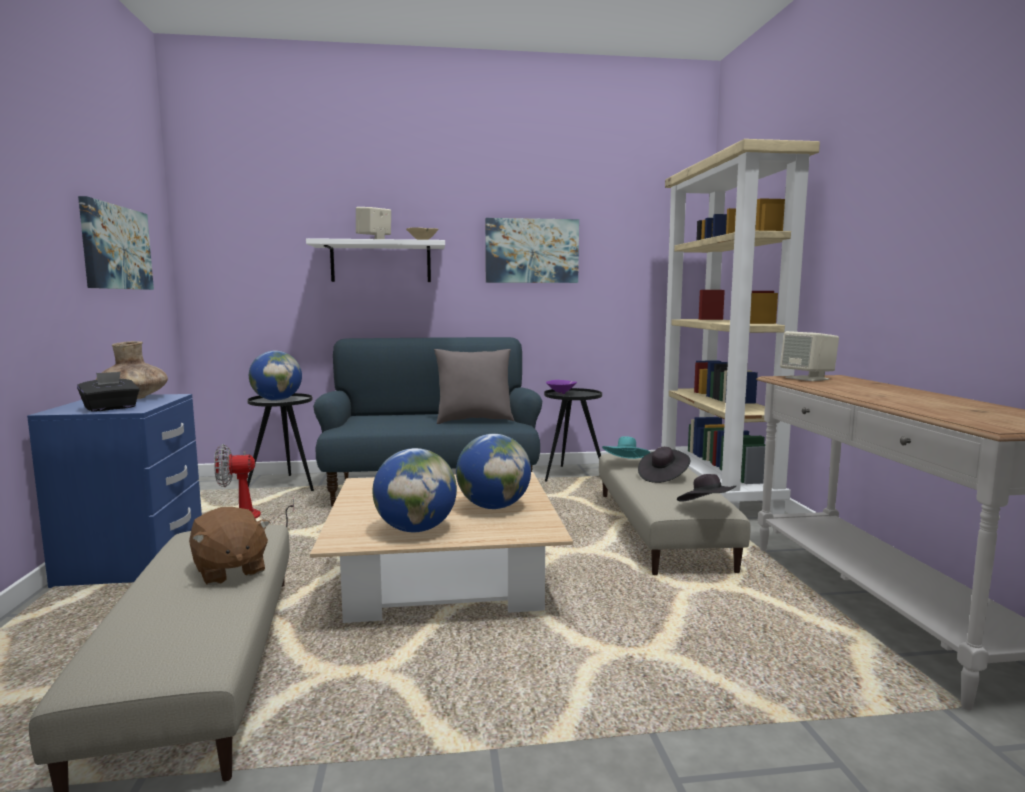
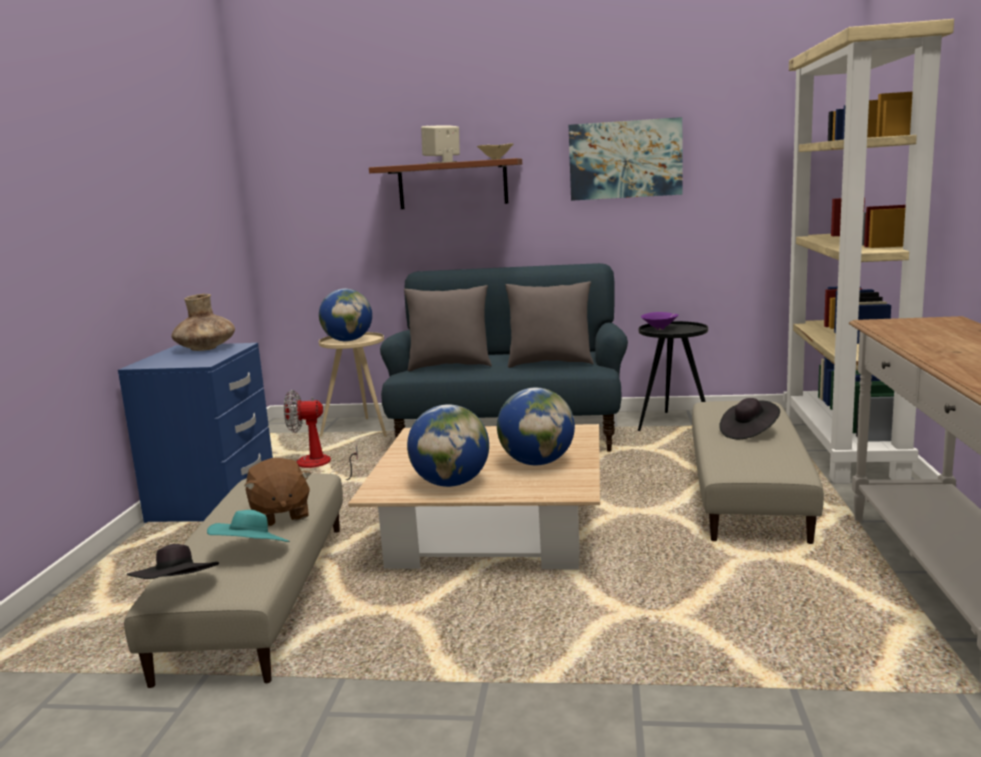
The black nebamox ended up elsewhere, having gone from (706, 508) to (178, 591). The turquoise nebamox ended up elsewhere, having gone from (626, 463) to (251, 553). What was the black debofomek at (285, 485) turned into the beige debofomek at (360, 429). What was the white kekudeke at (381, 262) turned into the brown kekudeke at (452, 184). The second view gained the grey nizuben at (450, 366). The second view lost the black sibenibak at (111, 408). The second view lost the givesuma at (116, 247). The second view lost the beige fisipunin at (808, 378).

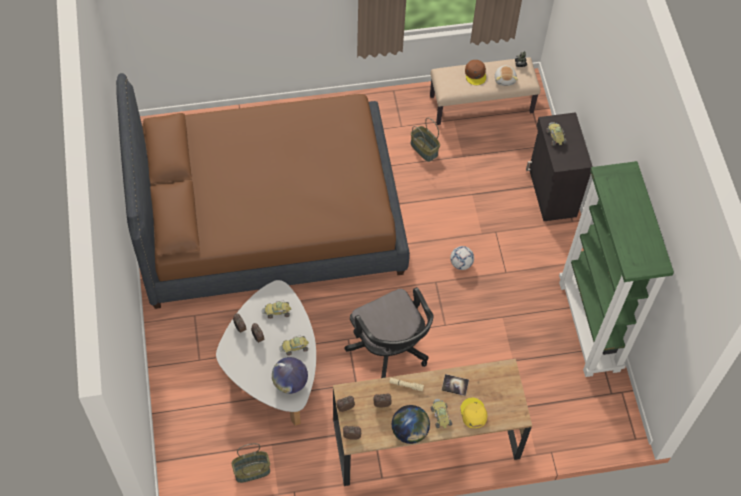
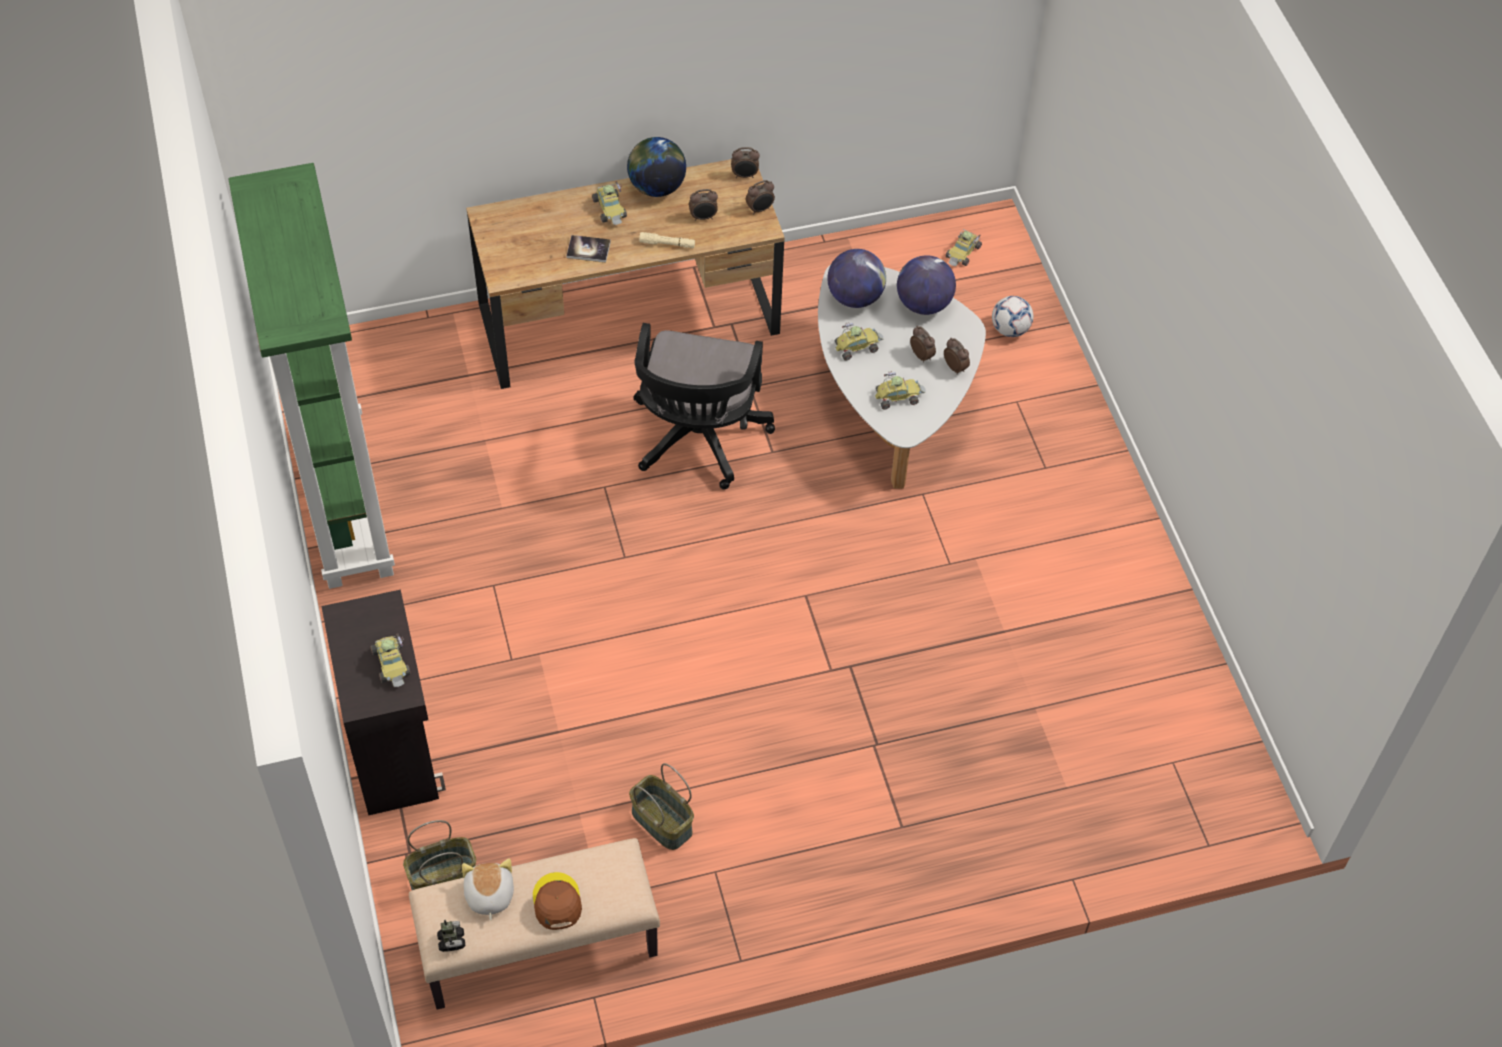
The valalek ended up elsewhere, having gone from (251, 471) to (443, 877). The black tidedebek at (390, 350) ended up facing another way, 135 degrees counterclockwise from before. The second view gained the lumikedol at (923, 304). The second view gained the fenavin at (963, 253). The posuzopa ended up elsewhere, having gone from (461, 263) to (1010, 329). The second view lost the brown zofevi at (267, 216). The second view lost the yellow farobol at (473, 413).

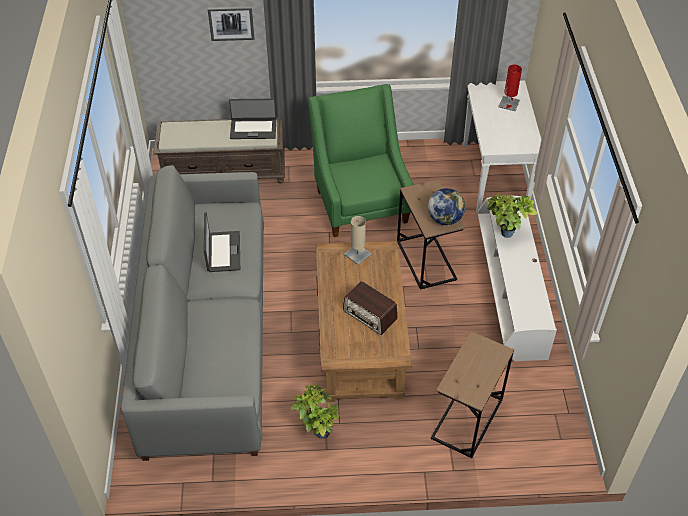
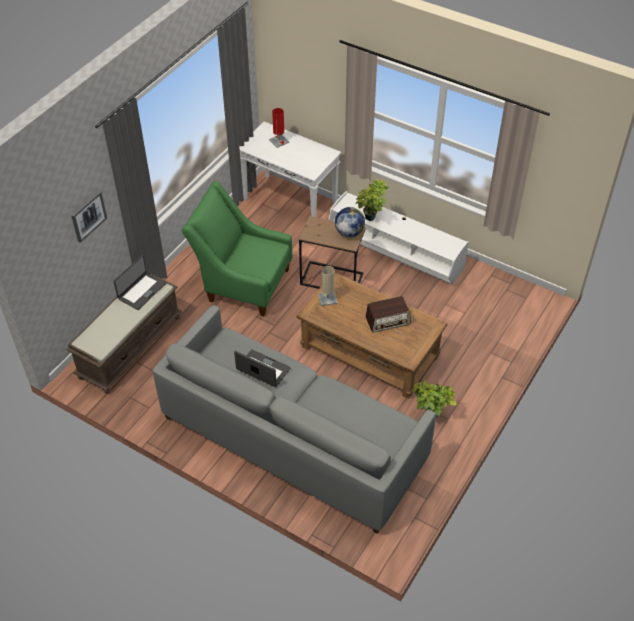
The second view lost the brown debofomek at (467, 419).

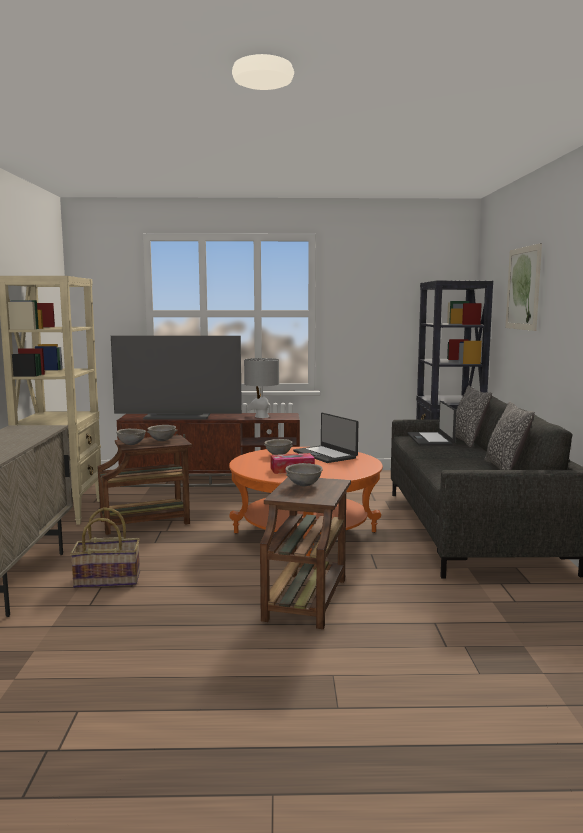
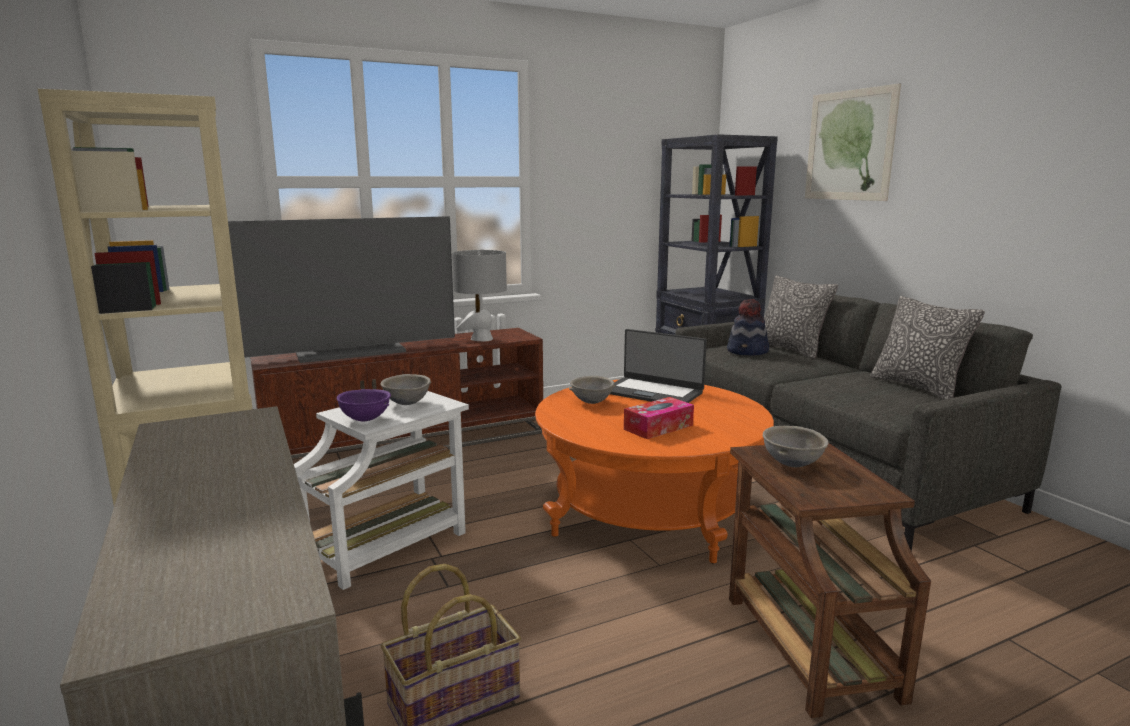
What was the brown debofomek at (147, 522) turned into the white debofomek at (391, 545). What was the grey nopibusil at (131, 444) turned into the purple nopibusil at (365, 419). Where the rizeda stood at (431, 439), the nebamox came to stand at (748, 352).

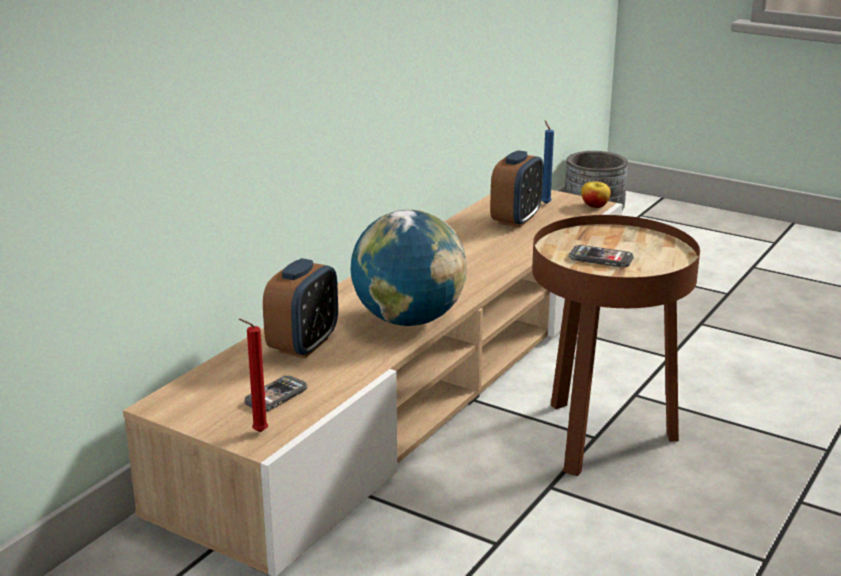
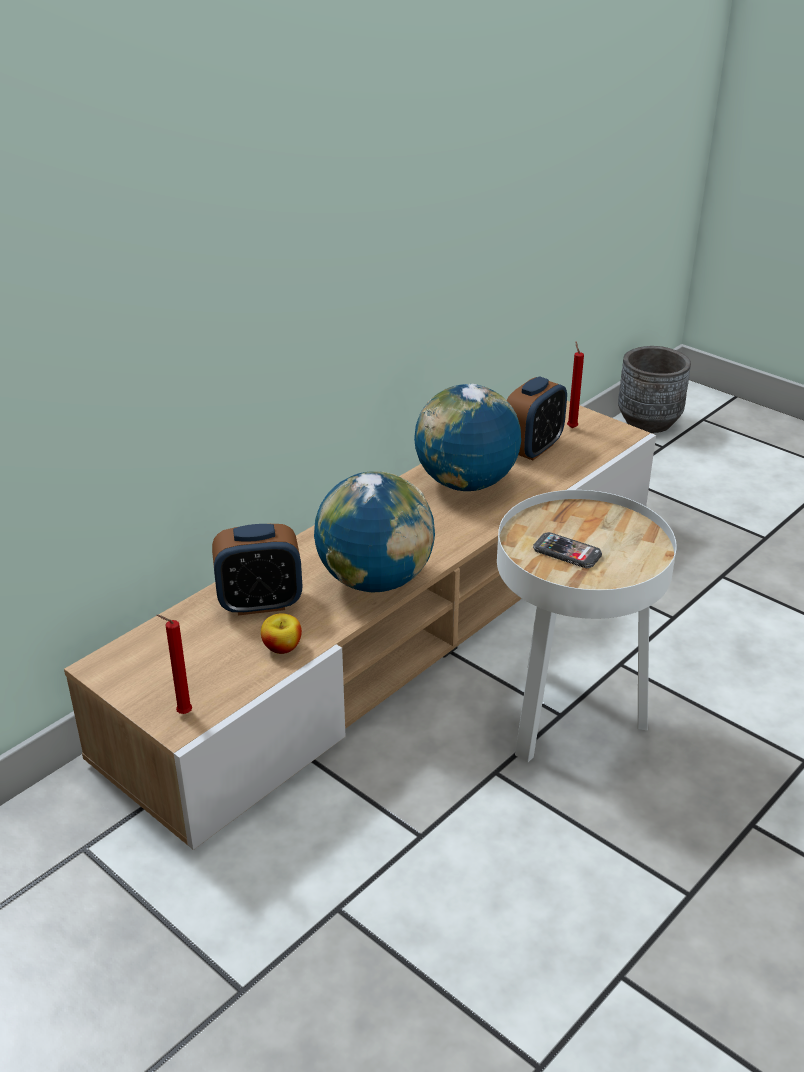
The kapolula at (303, 345) ended up facing another way, 45 degrees clockwise from before. The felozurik ended up elsewhere, having gone from (595, 205) to (282, 647). The second view gained the lumikedol at (466, 483). What was the brown debofomek at (601, 436) turned into the white debofomek at (567, 714). What was the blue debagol at (545, 203) turned into the red debagol at (571, 427). The second view lost the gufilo at (276, 396).

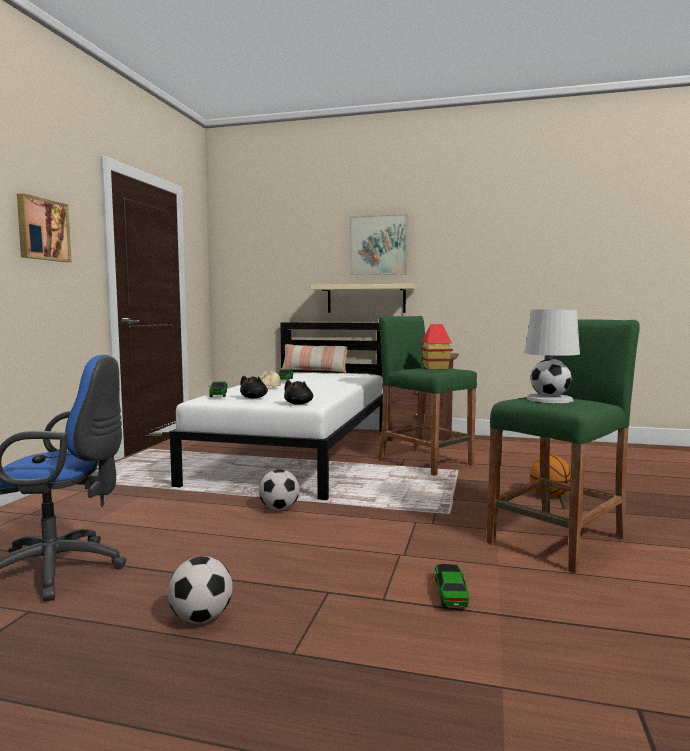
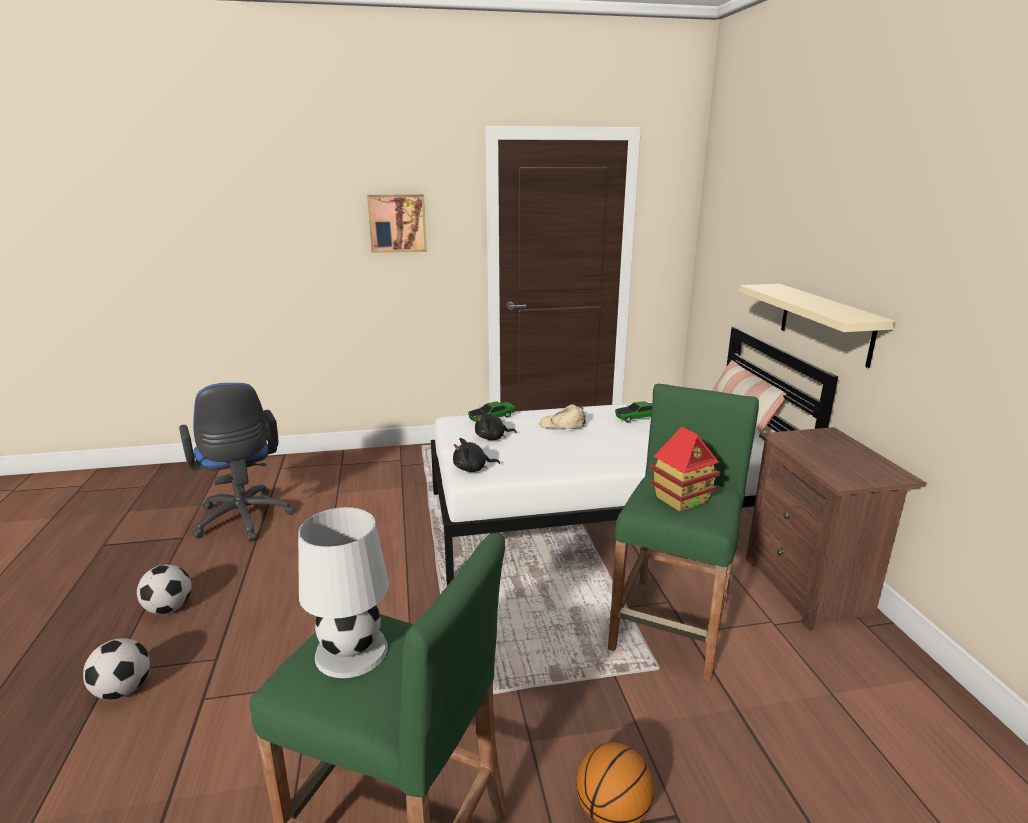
The posuzopa ended up elsewhere, having gone from (279, 509) to (123, 690). The second view lost the givesuma at (378, 245). The second view lost the fenavin at (451, 594).

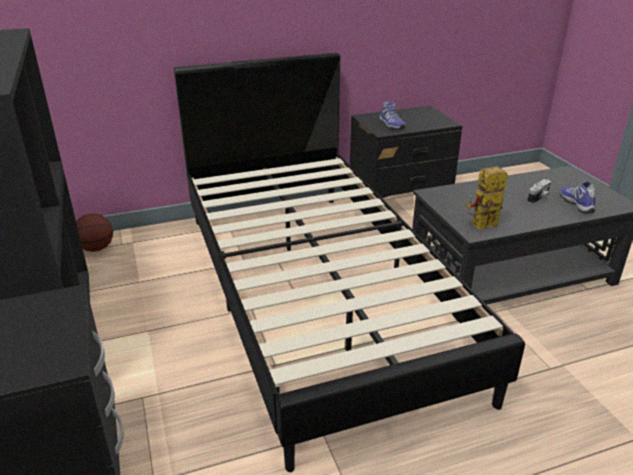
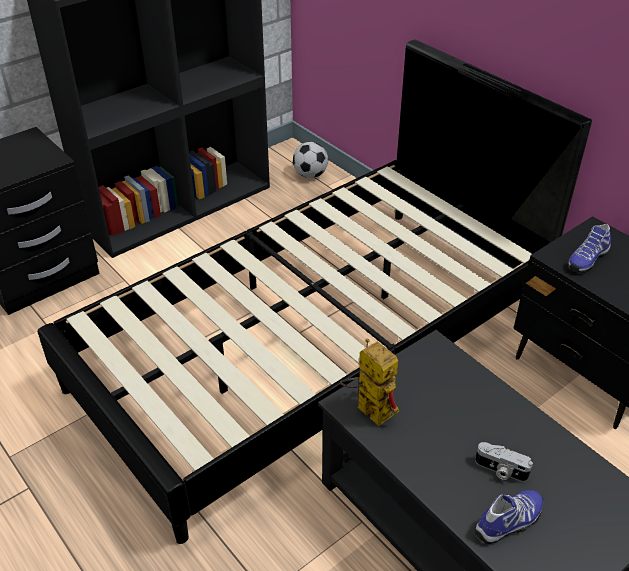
Where the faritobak stood at (96, 248), the posuzopa came to stand at (310, 175).

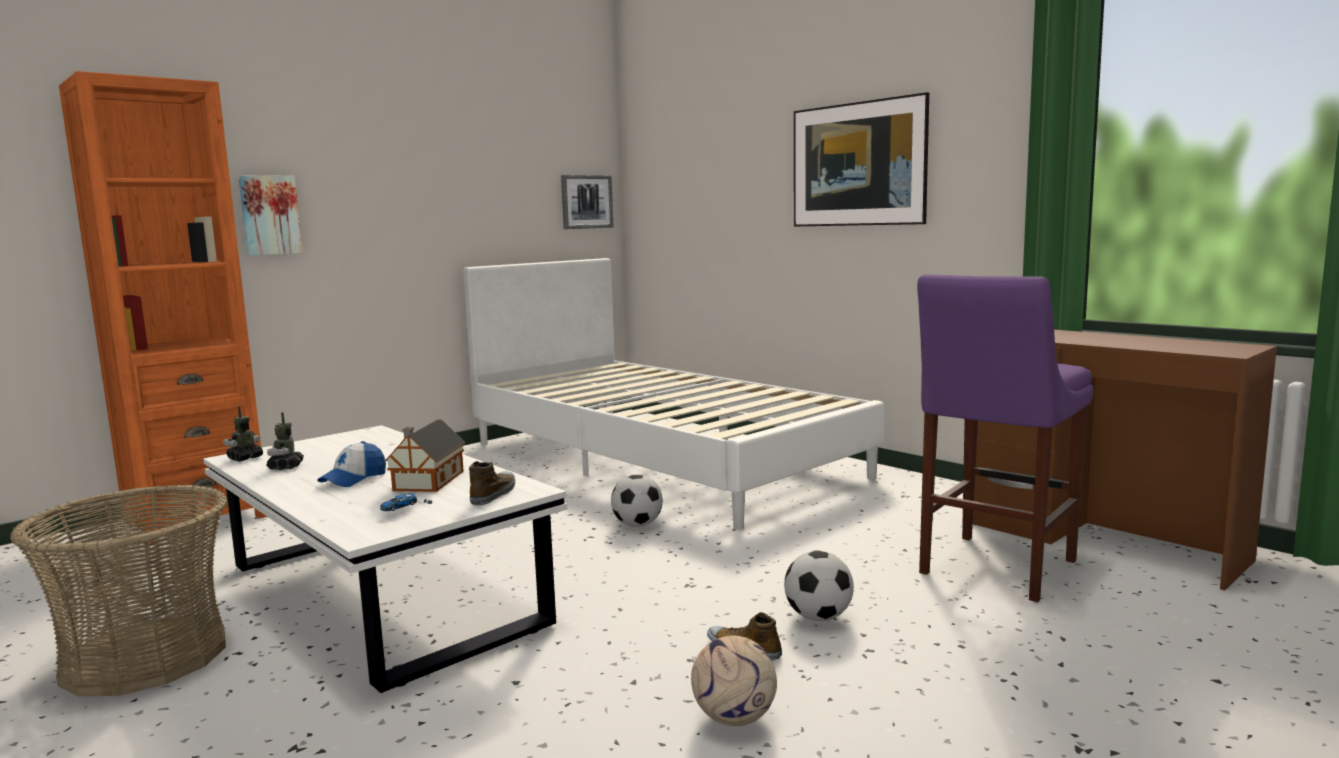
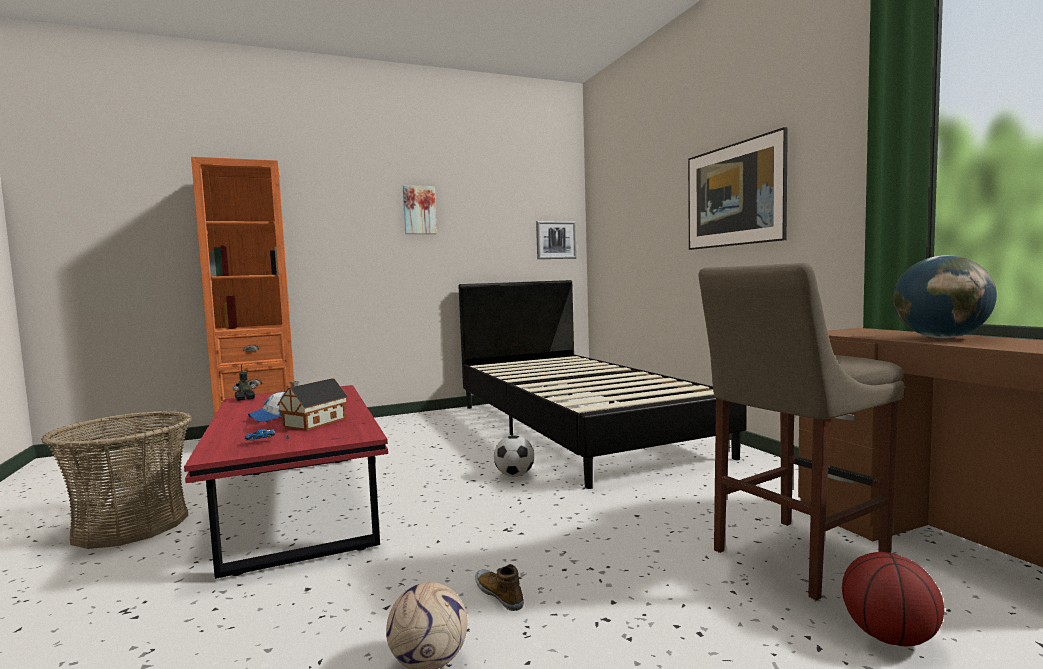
What was the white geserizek at (381, 596) turned into the red geserizek at (298, 504). The givesuma ended up elsewhere, having gone from (269, 215) to (419, 210). What was the white zofevi at (659, 459) turned into the black zofevi at (576, 428). What was the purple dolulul at (993, 569) turned into the beige dolulul at (792, 558). The second view gained the faritobak at (890, 637). The second view gained the lumikedol at (940, 338). The second view lost the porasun at (286, 466). The second view lost the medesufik at (494, 494). The second view lost the posuzopa at (818, 617).

